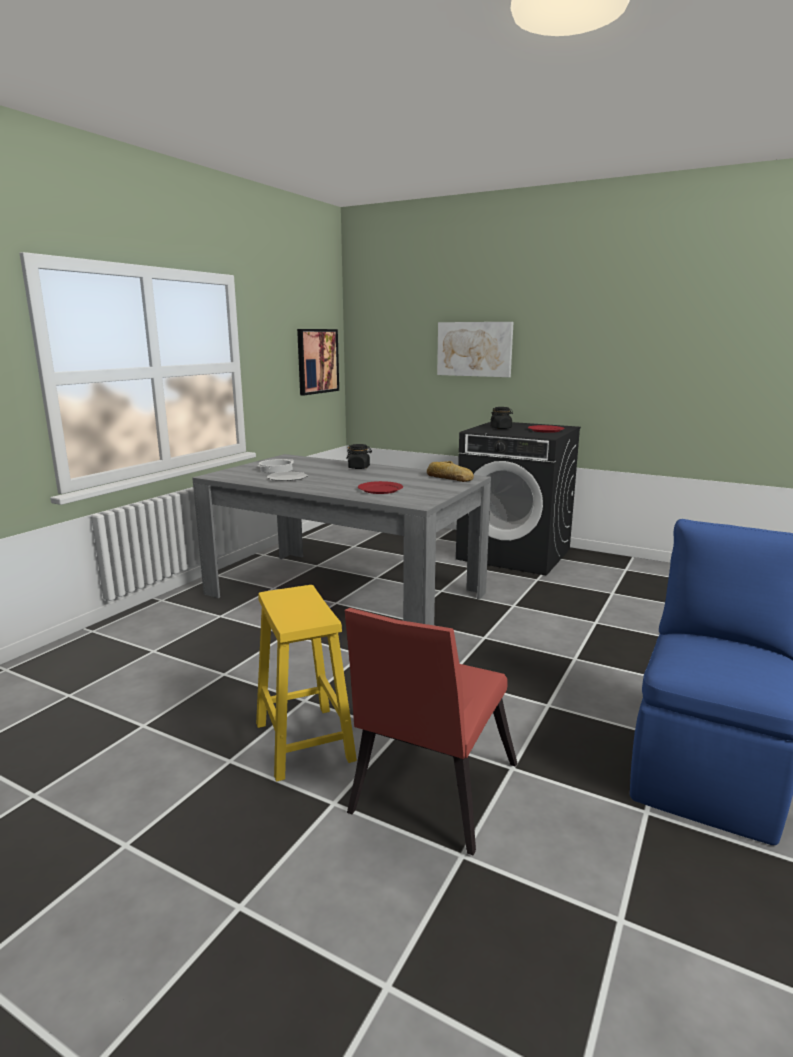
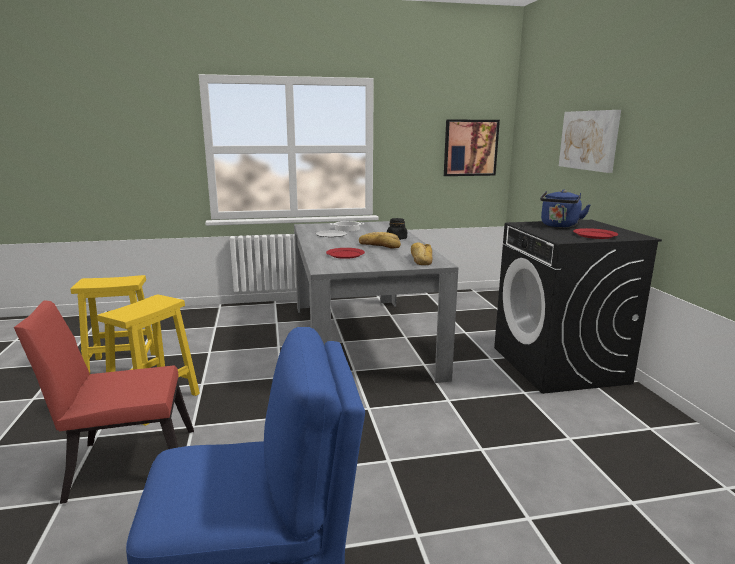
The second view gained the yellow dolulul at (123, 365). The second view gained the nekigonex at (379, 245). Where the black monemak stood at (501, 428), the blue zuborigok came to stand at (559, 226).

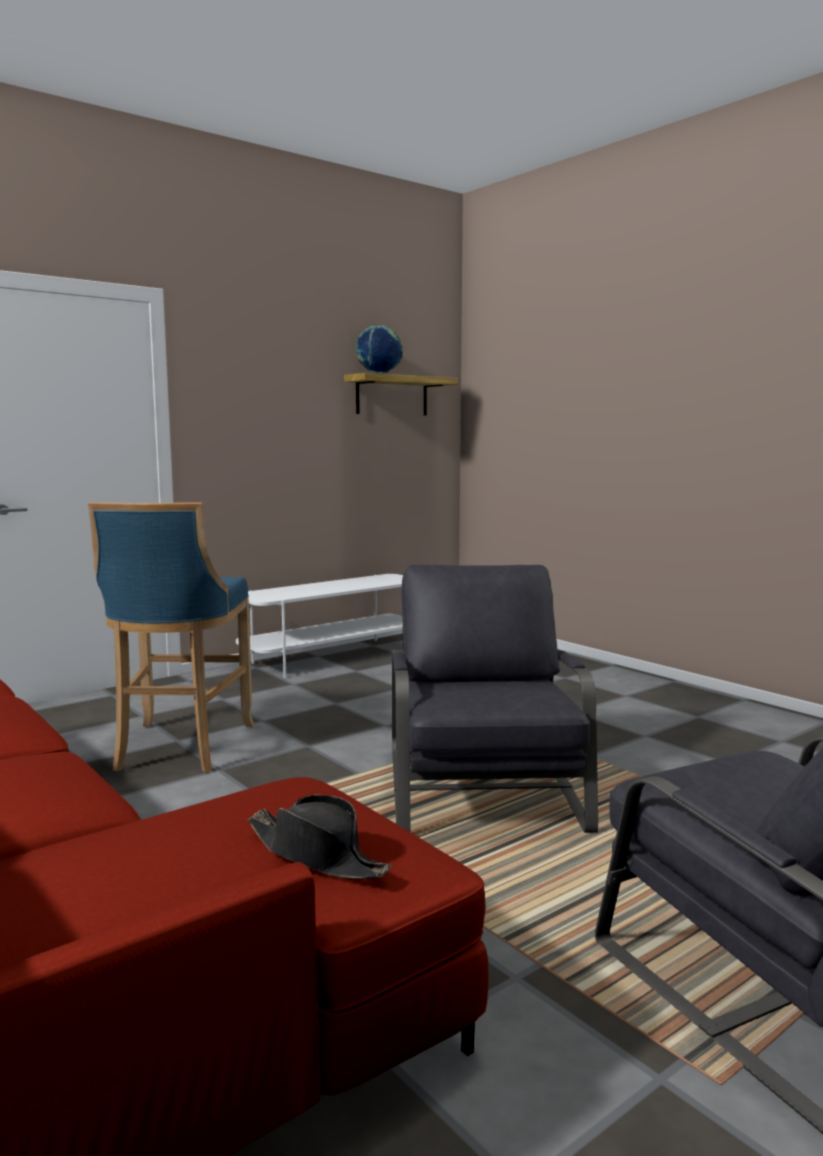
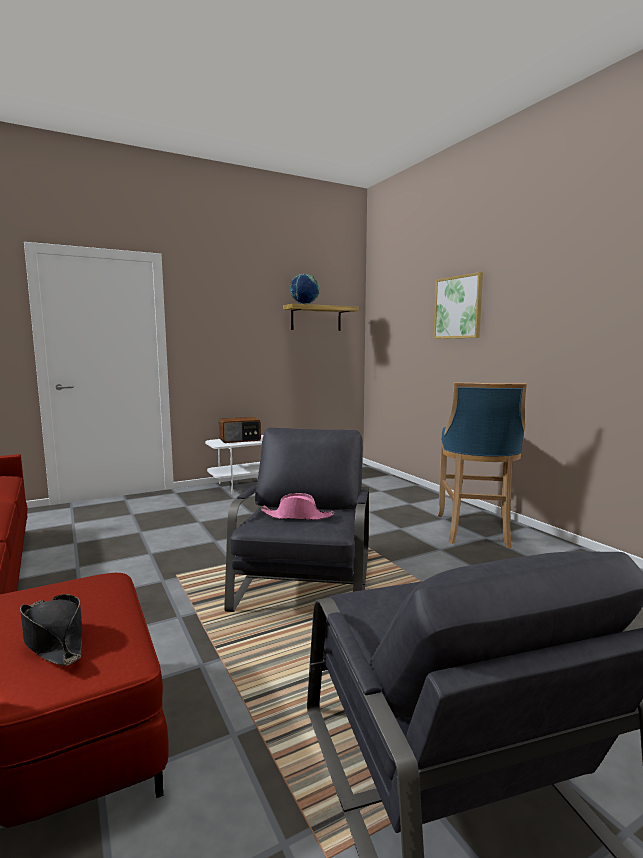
The second view gained the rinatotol at (240, 440). The second view gained the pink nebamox at (297, 516). The second view gained the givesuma at (458, 307). The blue dolulul ended up elsewhere, having gone from (180, 749) to (475, 532).

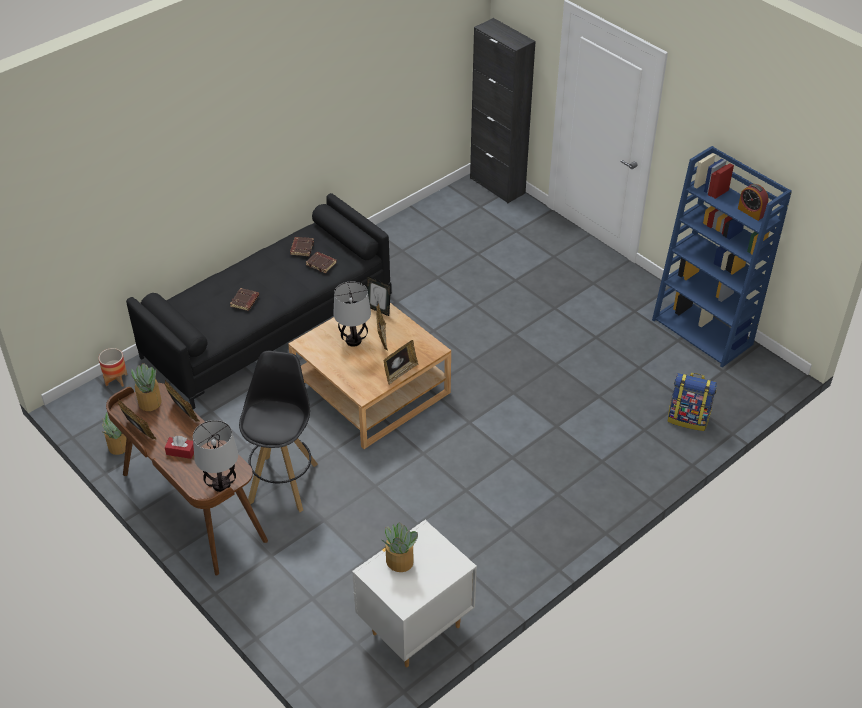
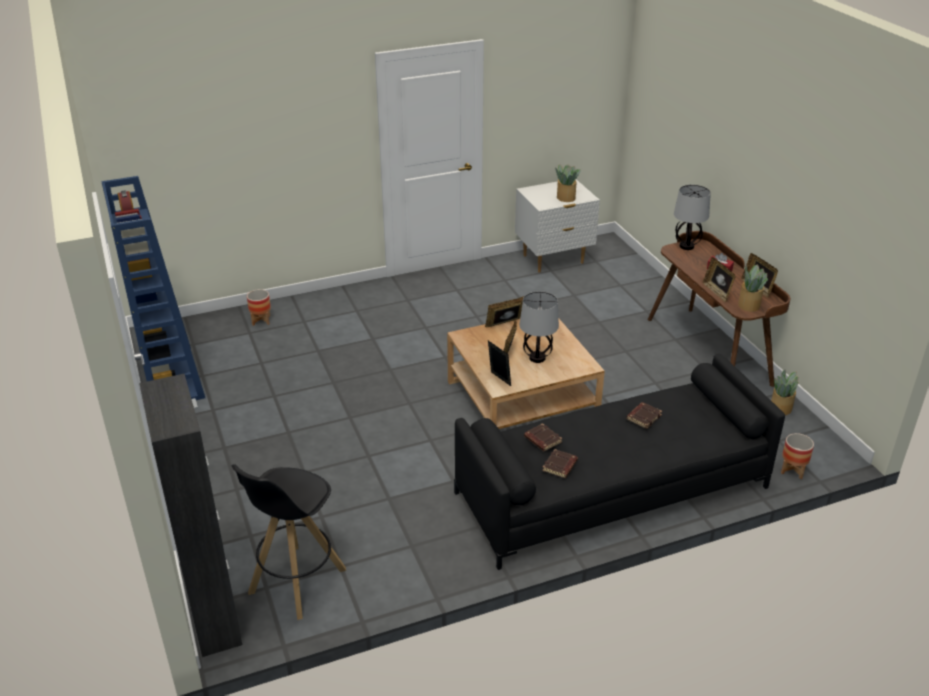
The black dolulul ended up elsewhere, having gone from (283, 482) to (296, 582). Where the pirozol stood at (688, 418), the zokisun came to stand at (261, 320).

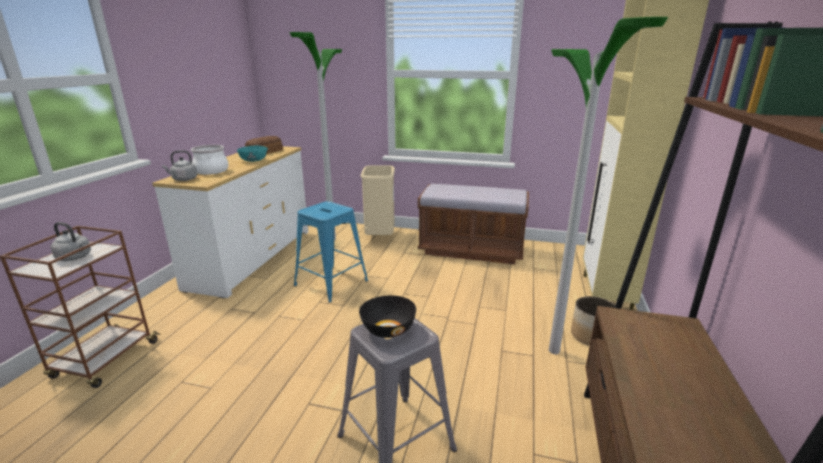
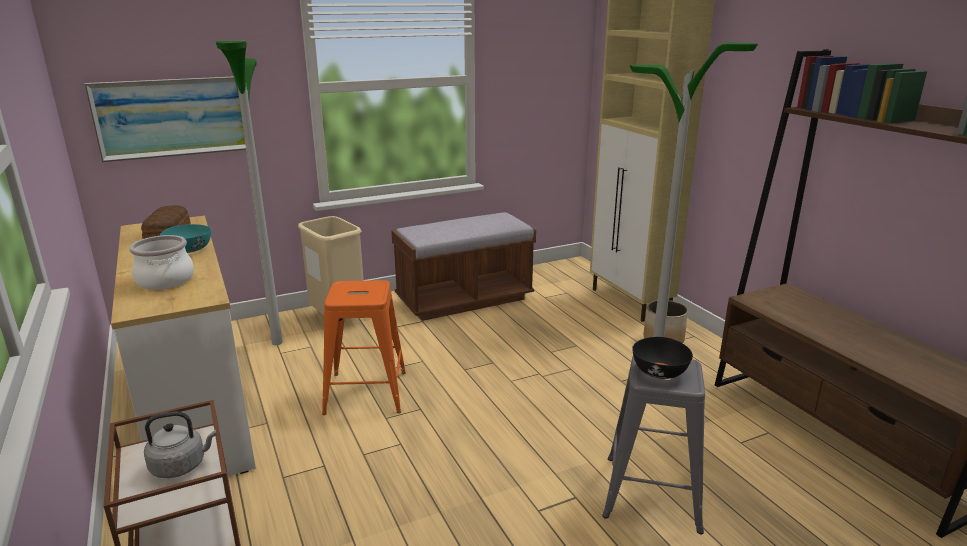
The second view gained the givesuma at (173, 117). What was the blue dolulul at (331, 283) turned into the orange dolulul at (365, 393). The second view lost the grey zuborigok at (183, 179).

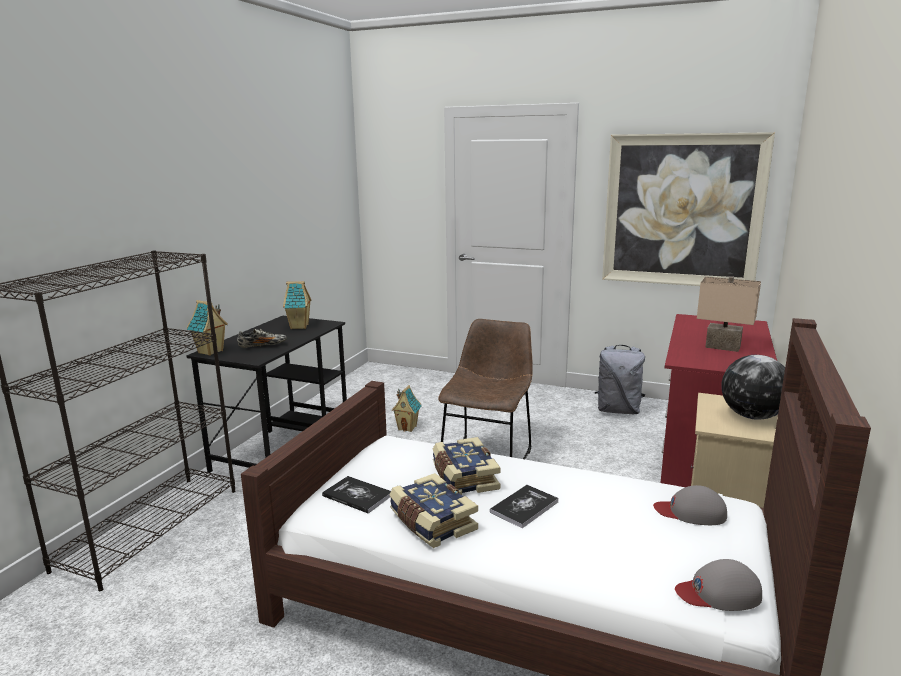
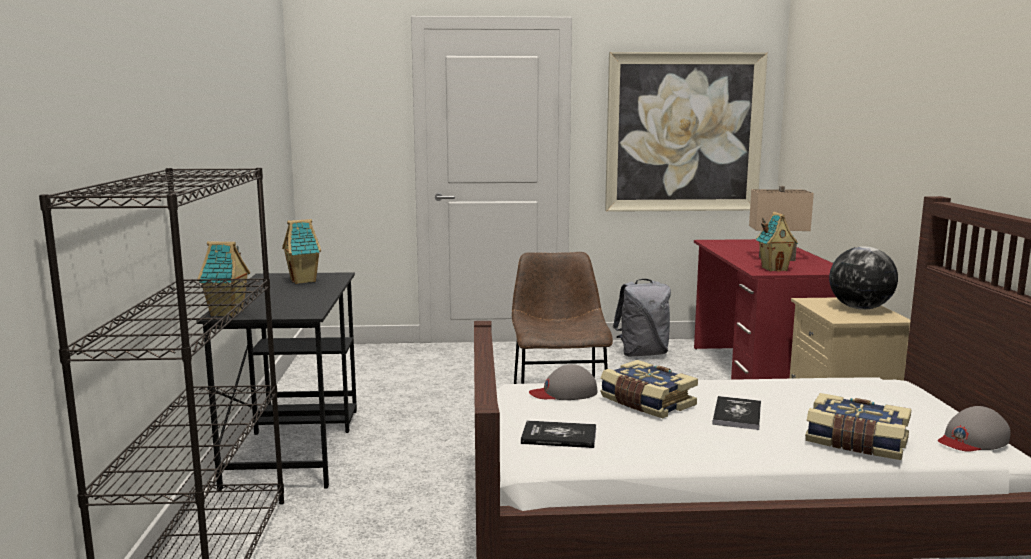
The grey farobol ended up elsewhere, having gone from (691, 512) to (564, 392). The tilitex ended up elsewhere, having gone from (407, 428) to (774, 269). The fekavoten ended up elsewhere, having gone from (431, 523) to (856, 443). The second view lost the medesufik at (262, 346).

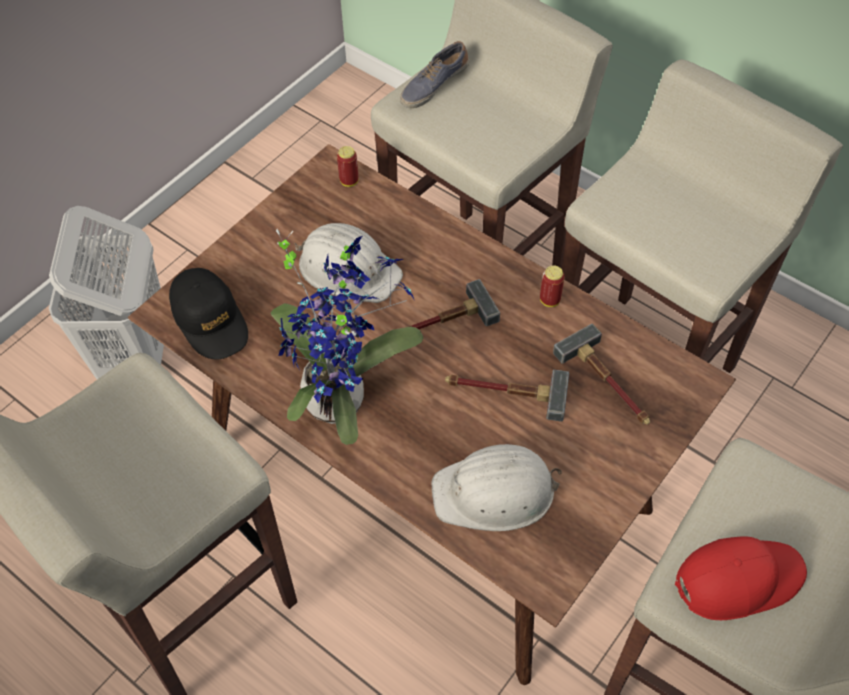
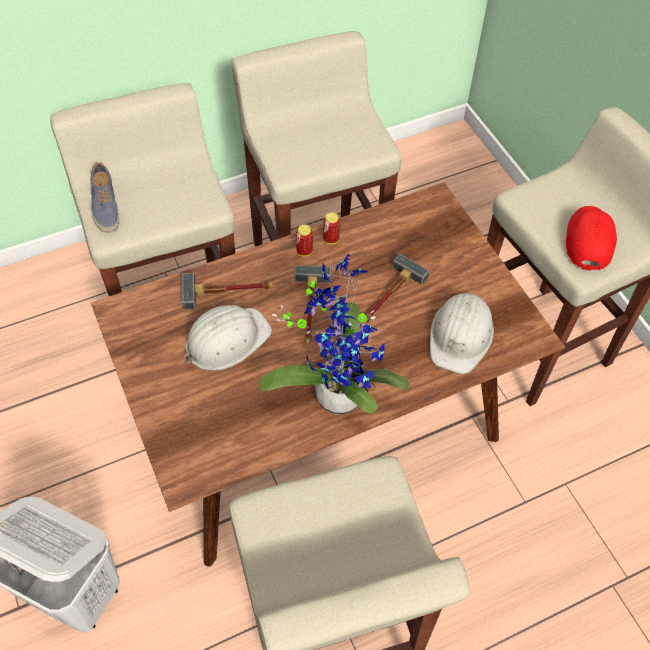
The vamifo ended up elsewhere, having gone from (608, 383) to (228, 291). The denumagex ended up elsewhere, having gone from (349, 181) to (304, 252). The second view lost the black farobol at (210, 320).

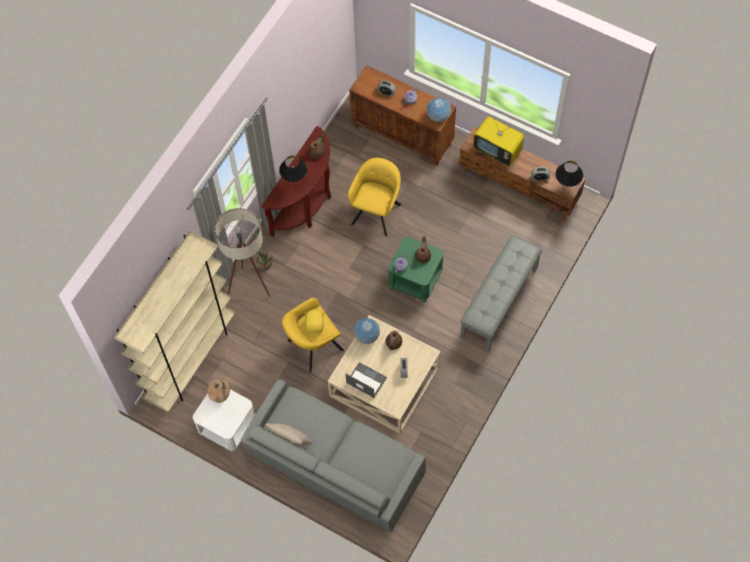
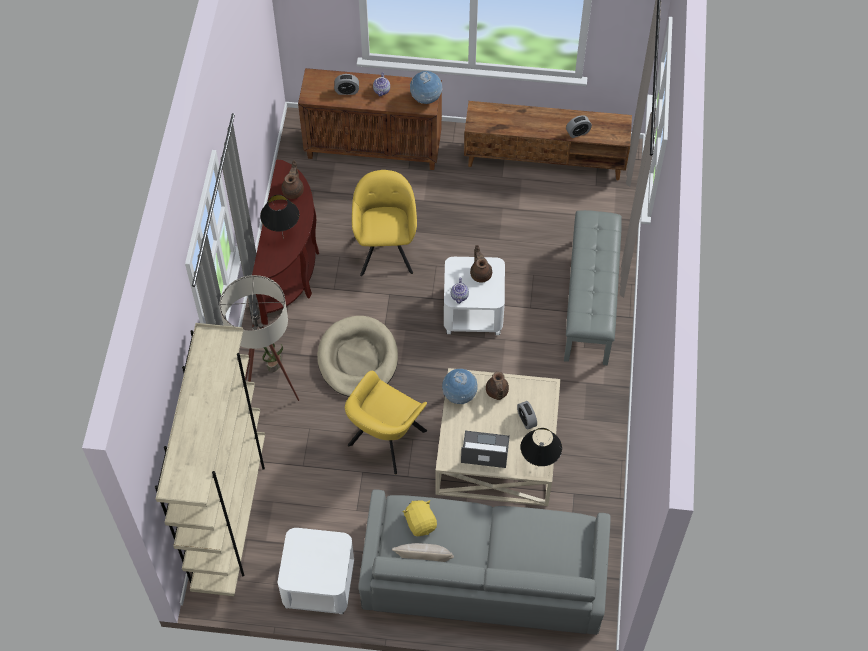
The second view gained the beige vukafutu at (358, 359). The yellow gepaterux ended up elsewhere, having gone from (315, 325) to (420, 523). What was the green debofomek at (415, 278) turned into the white debofomek at (473, 310). The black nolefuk ended up elsewhere, having gone from (566, 189) to (538, 466). The second view lost the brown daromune at (220, 394). The second view lost the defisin at (498, 151).

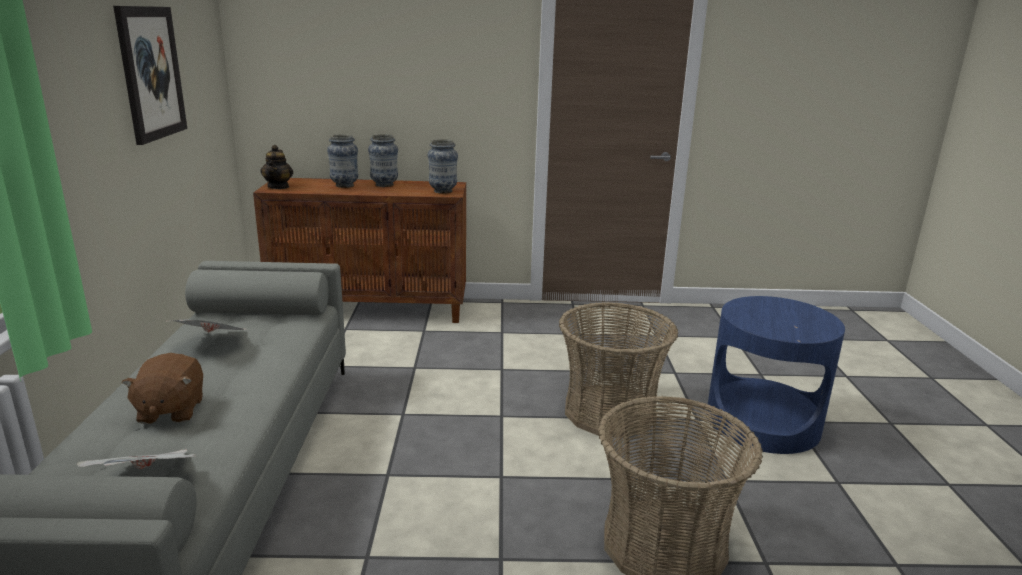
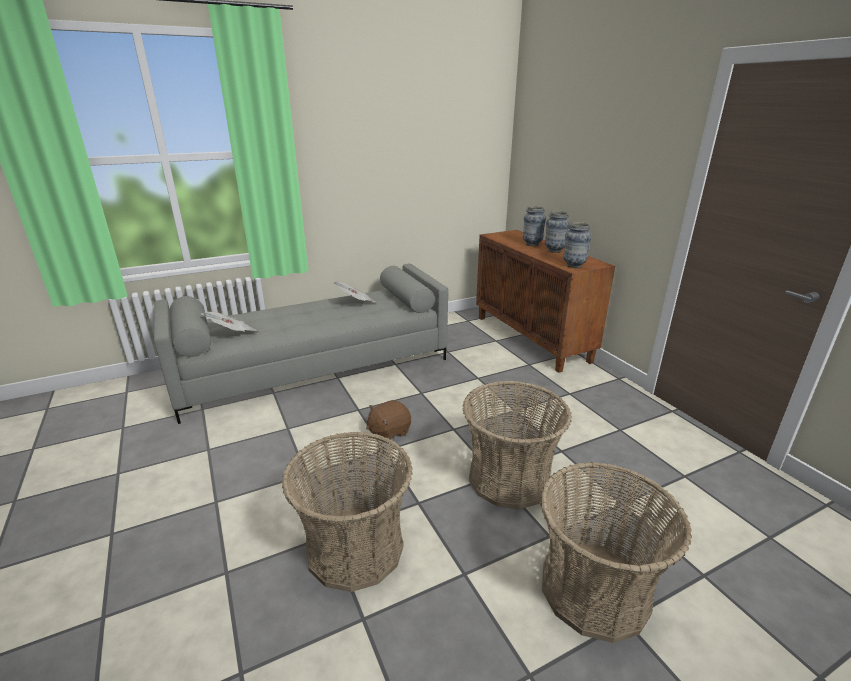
The brown gepaterux ended up elsewhere, having gone from (170, 411) to (389, 431). Where the blue debofomek stood at (763, 422), the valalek came to stand at (594, 590). The second view lost the givesuma at (151, 73). The second view lost the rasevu at (278, 187).

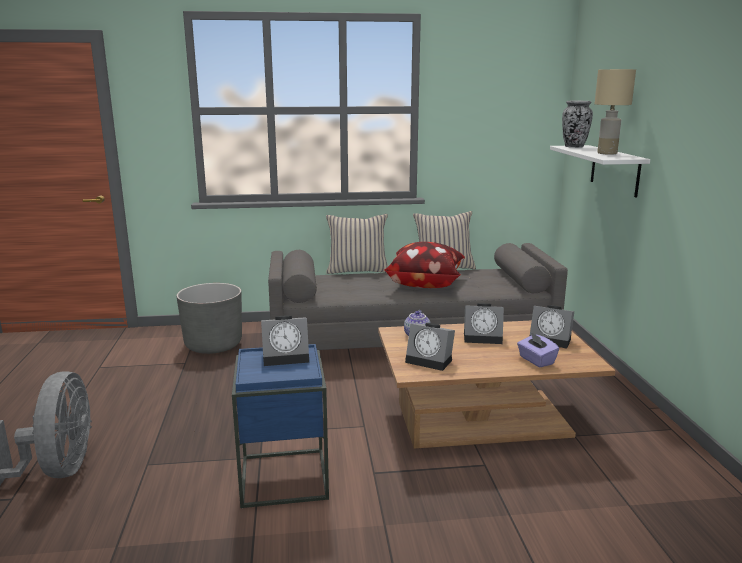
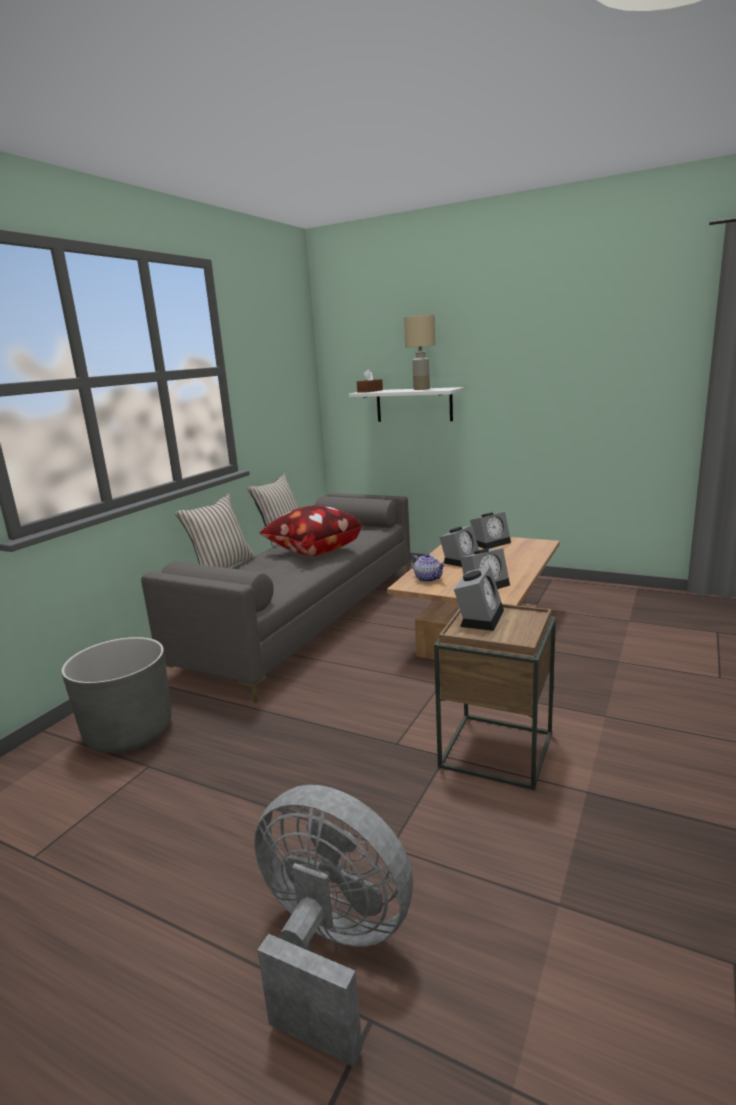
Where the daromune stood at (574, 146), the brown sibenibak came to stand at (370, 391). What was the blue debofomek at (284, 477) turned into the brown debofomek at (496, 749). The second view lost the purple sibenibak at (536, 360).

